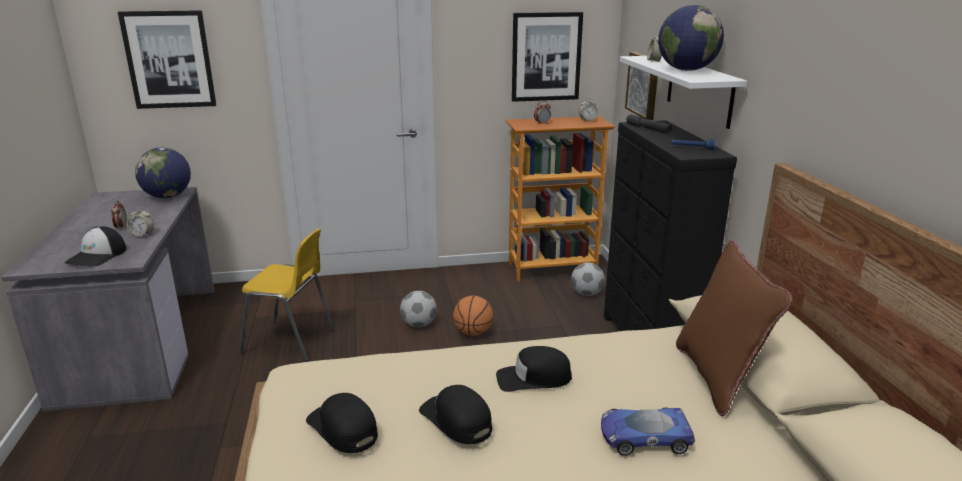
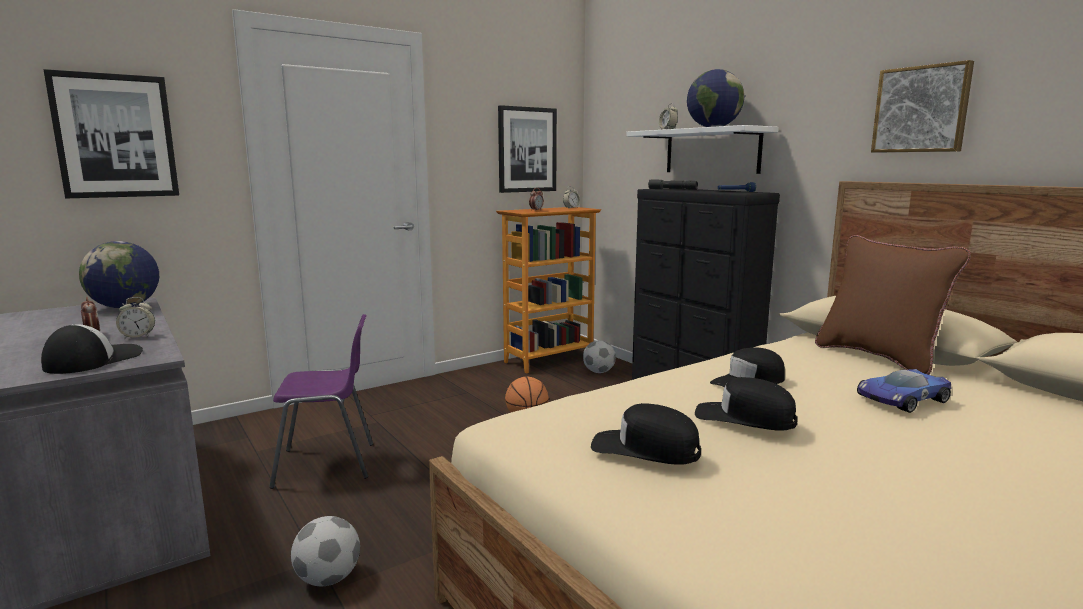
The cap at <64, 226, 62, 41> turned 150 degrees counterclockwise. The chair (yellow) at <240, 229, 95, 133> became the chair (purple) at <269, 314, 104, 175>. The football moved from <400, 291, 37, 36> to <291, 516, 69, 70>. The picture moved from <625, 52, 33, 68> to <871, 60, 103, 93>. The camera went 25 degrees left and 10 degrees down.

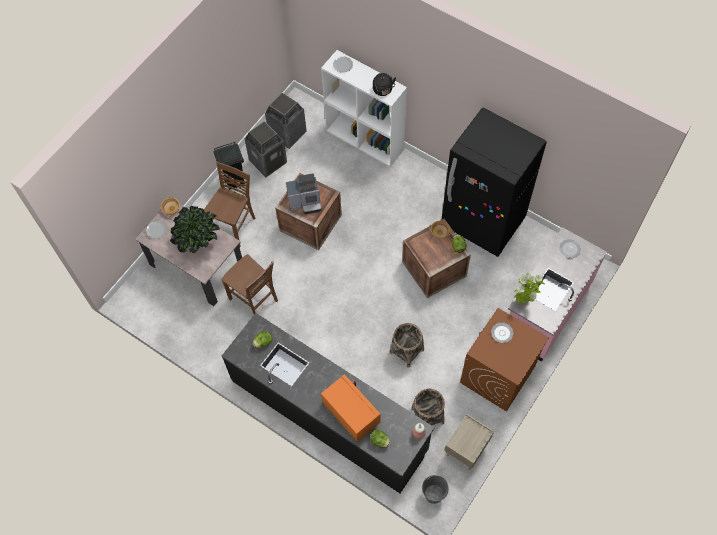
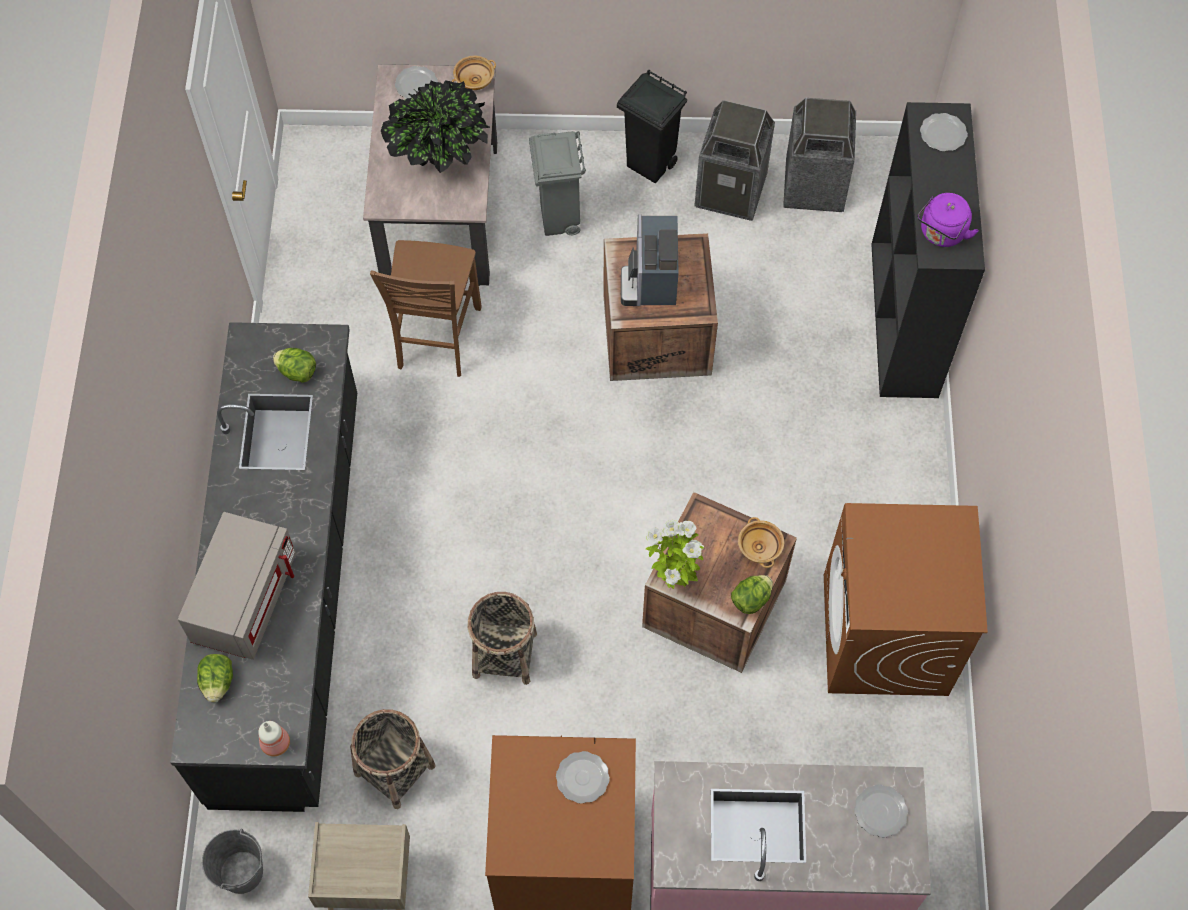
The microwave (orange) at <321, 374, 59, 68> became the microwave (grey) at <178, 512, 118, 148>. The chair (brown) at <204, 161, 52, 87> was replaced by the trash can (grey) at <529, 131, 57, 105>. The coffee machine at <286, 173, 36, 41> turned 45 degrees clockwise. The potted plant moved from <514, 272, 31, 32> to <646, 520, 58, 69>. The fridge (black) at <441, 107, 106, 150> was replaced by the washing machine (brown) at <824, 503, 164, 193>. The bookcase (white) at <321, 50, 86, 117> became the bookcase (black) at <871, 102, 114, 296>. The kettle (black) at <373, 73, 23, 23> became the kettle (purple) at <917, 193, 62, 54>. The camera went 55 degrees right and 0 degrees up.

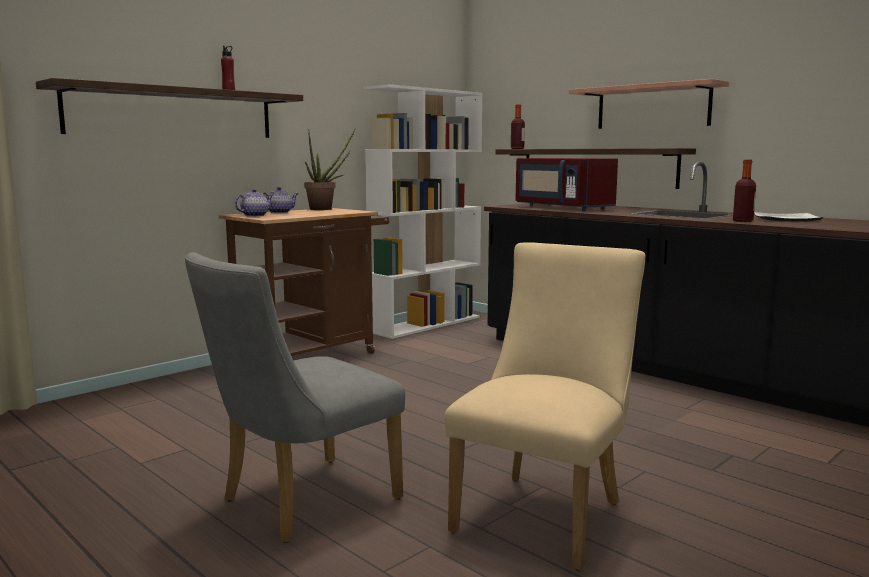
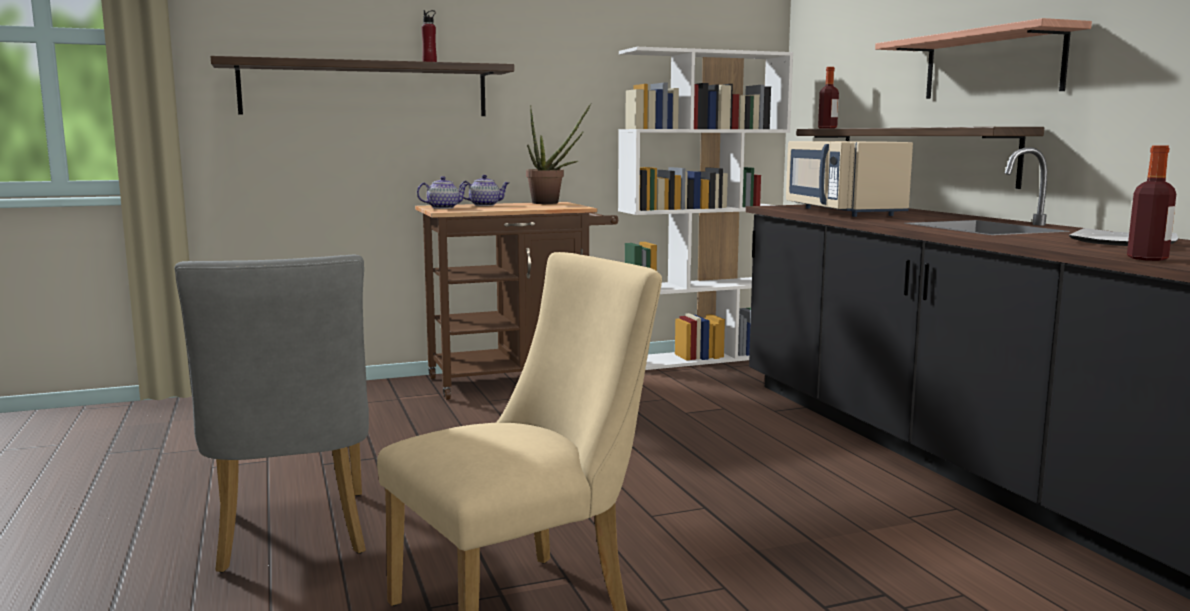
The chair (grey) at <185, 252, 220, 291> turned 90 degrees counterclockwise. The microwave (red) at <516, 158, 102, 53> became the microwave (beige) at <786, 141, 127, 76>. The bottle moved from <733, 159, 23, 63> to <1127, 145, 49, 116>. The camera went 25 degrees right and 0 degrees up.

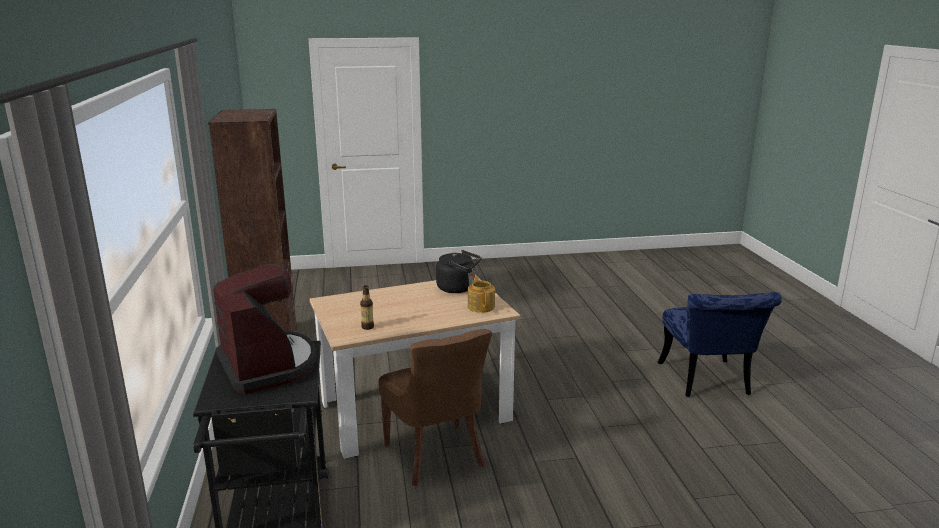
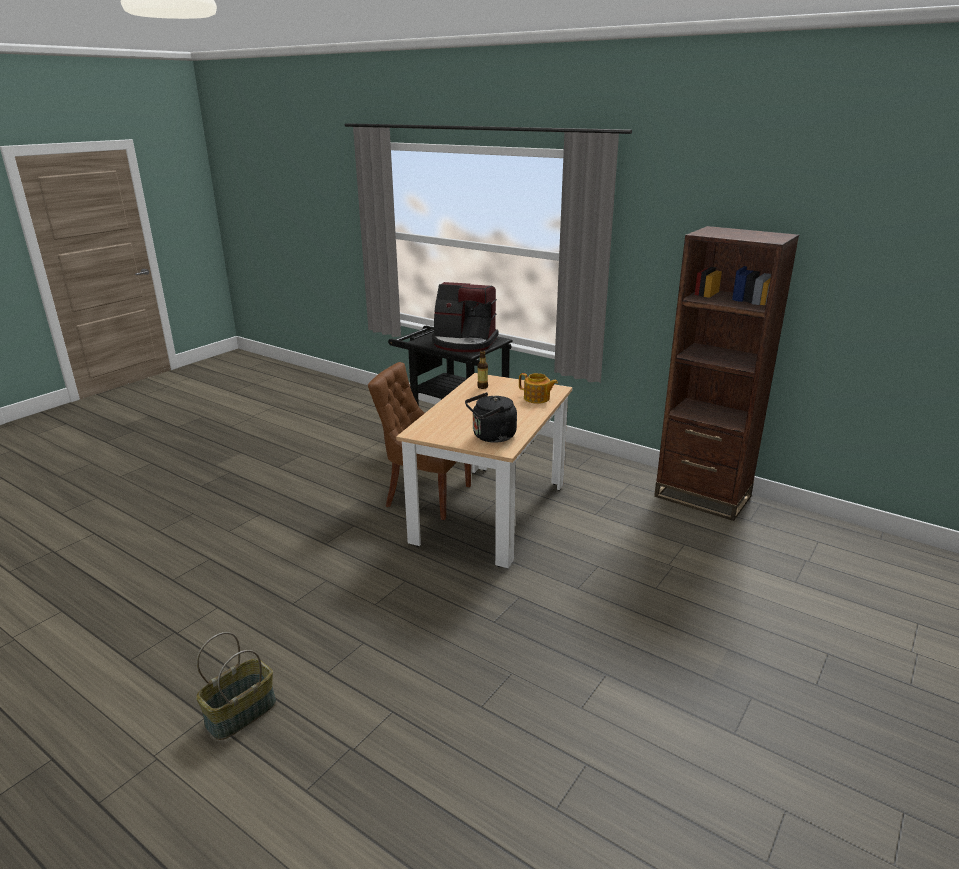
The chair (blue) at <657, 292, 125, 105> was replaced by the basket at <196, 632, 80, 108>. The teapot moved from <468, 277, 27, 36> to <519, 373, 39, 31>. The camera went 135 degrees right and 5 degrees up.

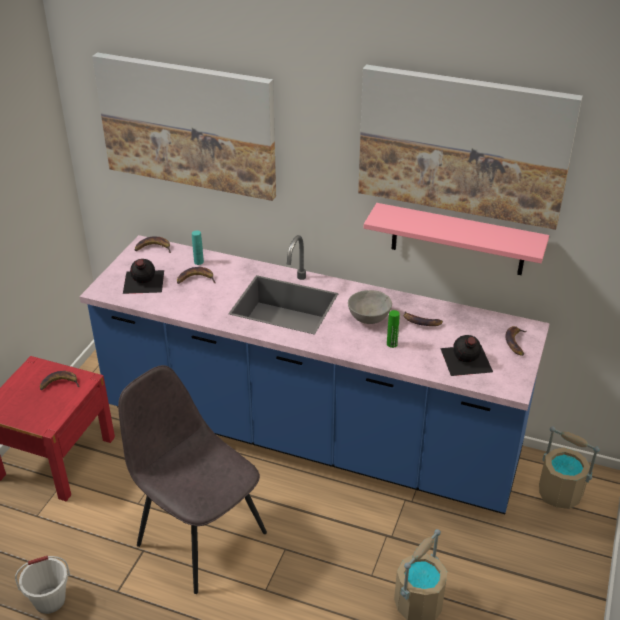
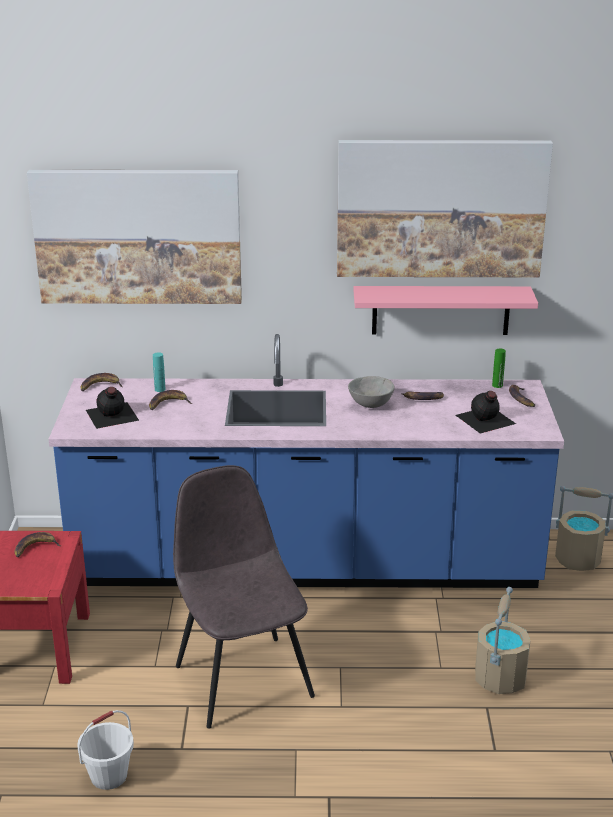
The chair (grey) at <118, 365, 149, 229> turned 45 degrees clockwise. The bottle (green) moved from <387, 310, 13, 38> to <492, 349, 14, 39>. The camera went 20 degrees left and 10 degrees down.

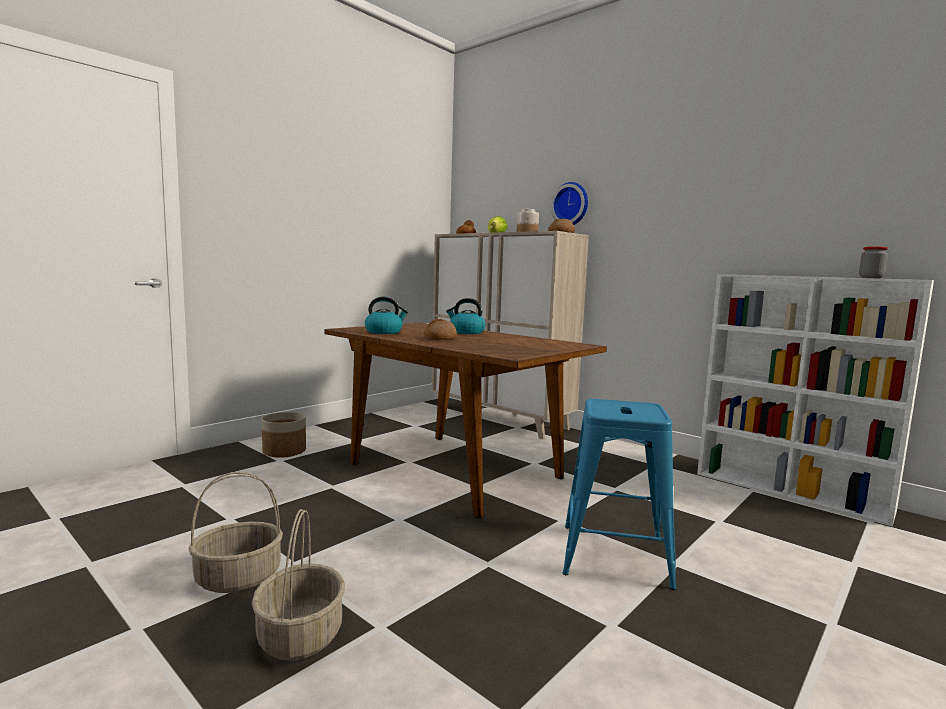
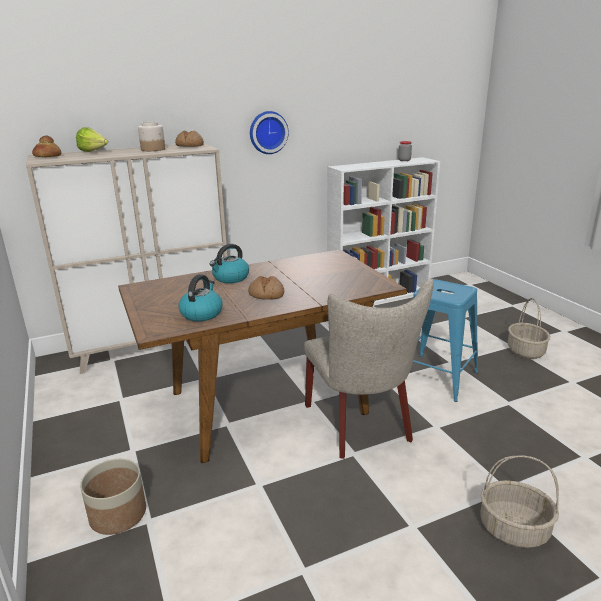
The wall clock moved from <551, 182, 37, 43> to <250, 111, 39, 43>. The chair (beige) at <304, 278, 130, 181> appeared. The basket moved from <188, 472, 95, 121> to <508, 298, 42, 61>. The camera went 65 degrees left and 15 degrees up.

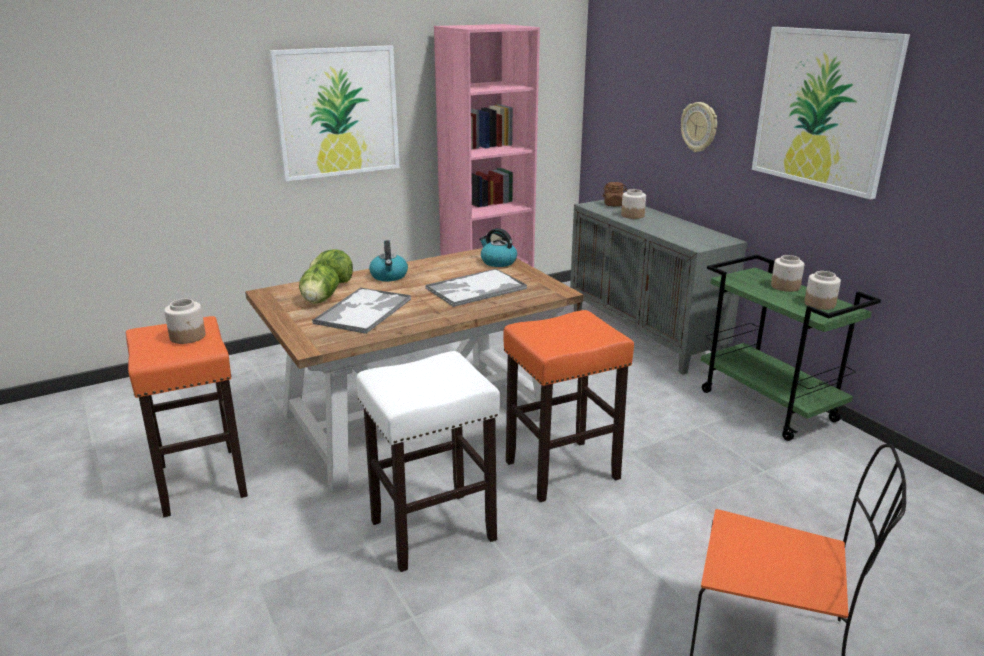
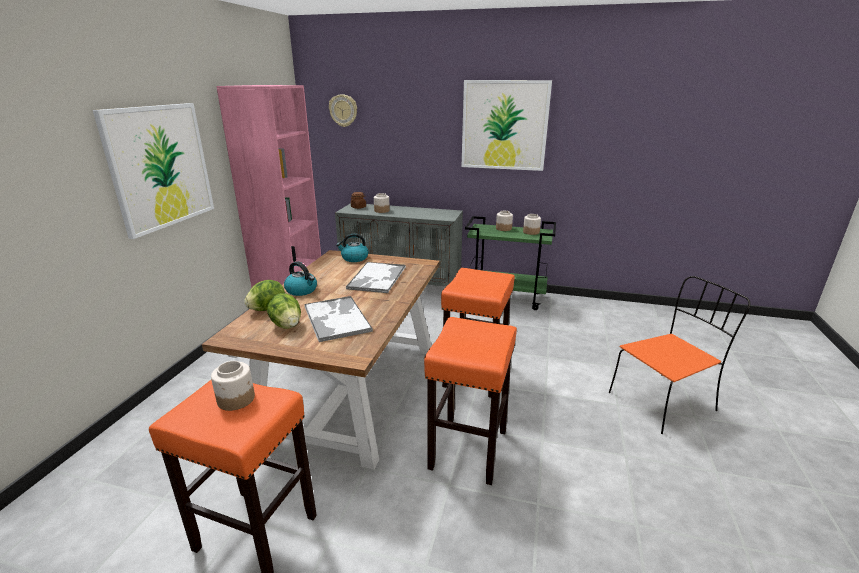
The wall clock moved from <681, 102, 36, 50> to <329, 94, 28, 33>. The stool (white) at <356, 351, 144, 221> became the stool (orange) at <424, 317, 93, 168>. The camera went 45 degrees left and 0 degrees up.

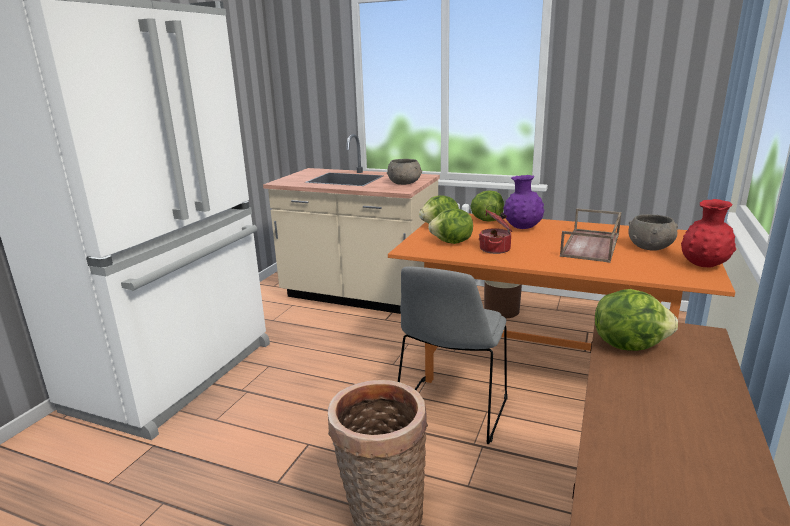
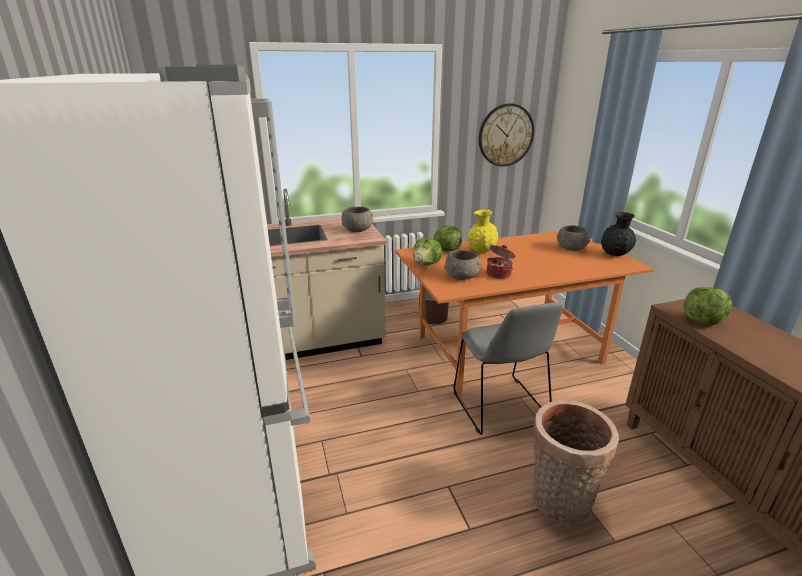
The lettuce at <428, 208, 45, 36> was replaced by the bowl (grey) at <444, 250, 38, 30>. The vase (purple) at <503, 175, 41, 54> became the vase (yellow) at <467, 210, 32, 43>. The wall clock at <479, 103, 55, 64> appeared. The vase (red) at <681, 199, 55, 68> became the vase (black) at <601, 212, 35, 44>. The tray (brown) at <560, 208, 62, 55> disappeared. The camera went 40 degrees left and 5 degrees up.

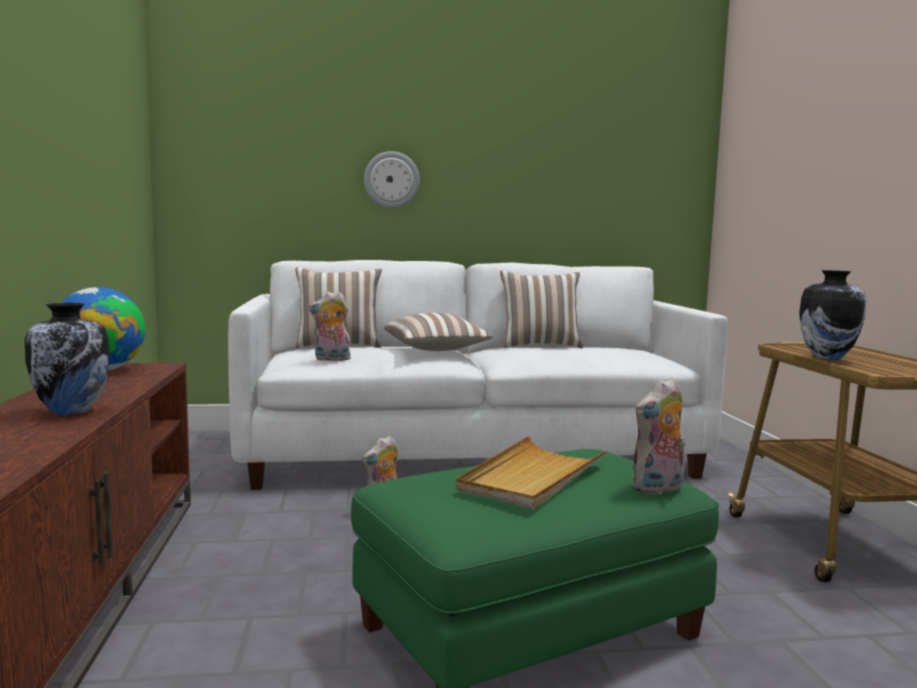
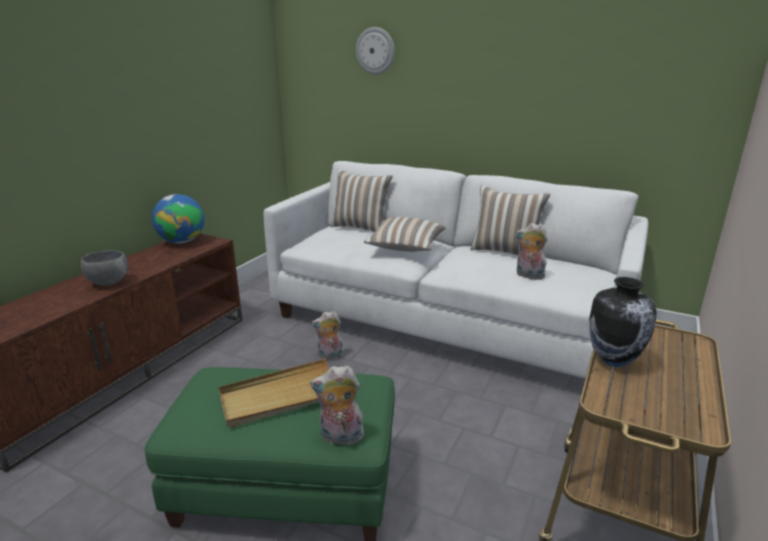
The vase at <25, 303, 85, 113> was replaced by the bowl (grey) at <81, 250, 47, 36>. The wall clock moved from <364, 151, 56, 57> to <356, 27, 39, 47>. The plush toy moved from <309, 291, 43, 70> to <516, 223, 32, 57>. The camera went 35 degrees right and 15 degrees up.

